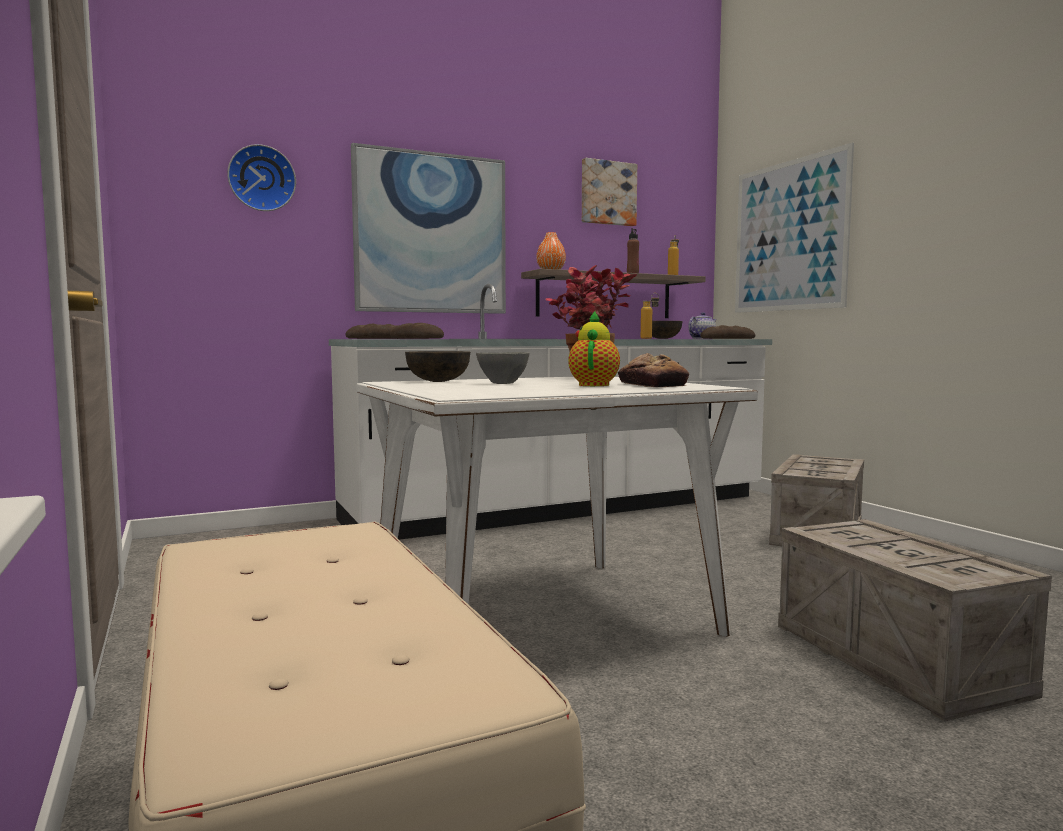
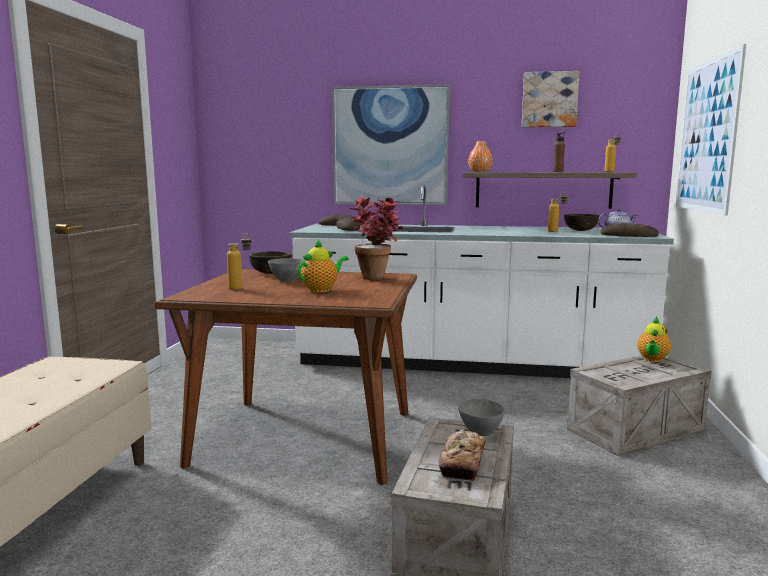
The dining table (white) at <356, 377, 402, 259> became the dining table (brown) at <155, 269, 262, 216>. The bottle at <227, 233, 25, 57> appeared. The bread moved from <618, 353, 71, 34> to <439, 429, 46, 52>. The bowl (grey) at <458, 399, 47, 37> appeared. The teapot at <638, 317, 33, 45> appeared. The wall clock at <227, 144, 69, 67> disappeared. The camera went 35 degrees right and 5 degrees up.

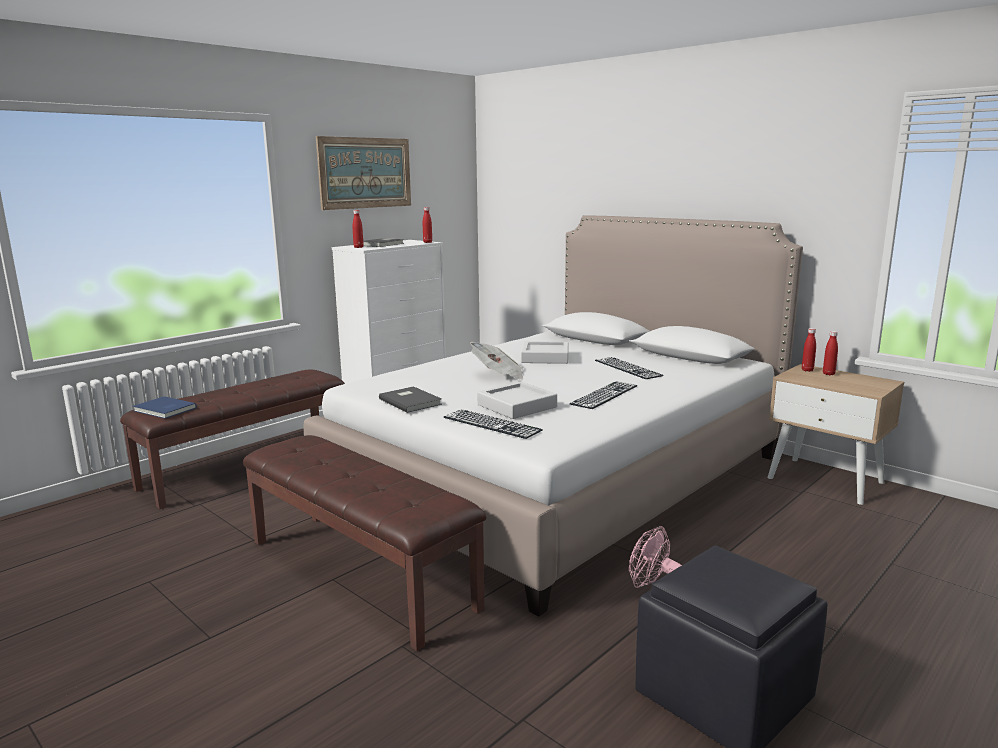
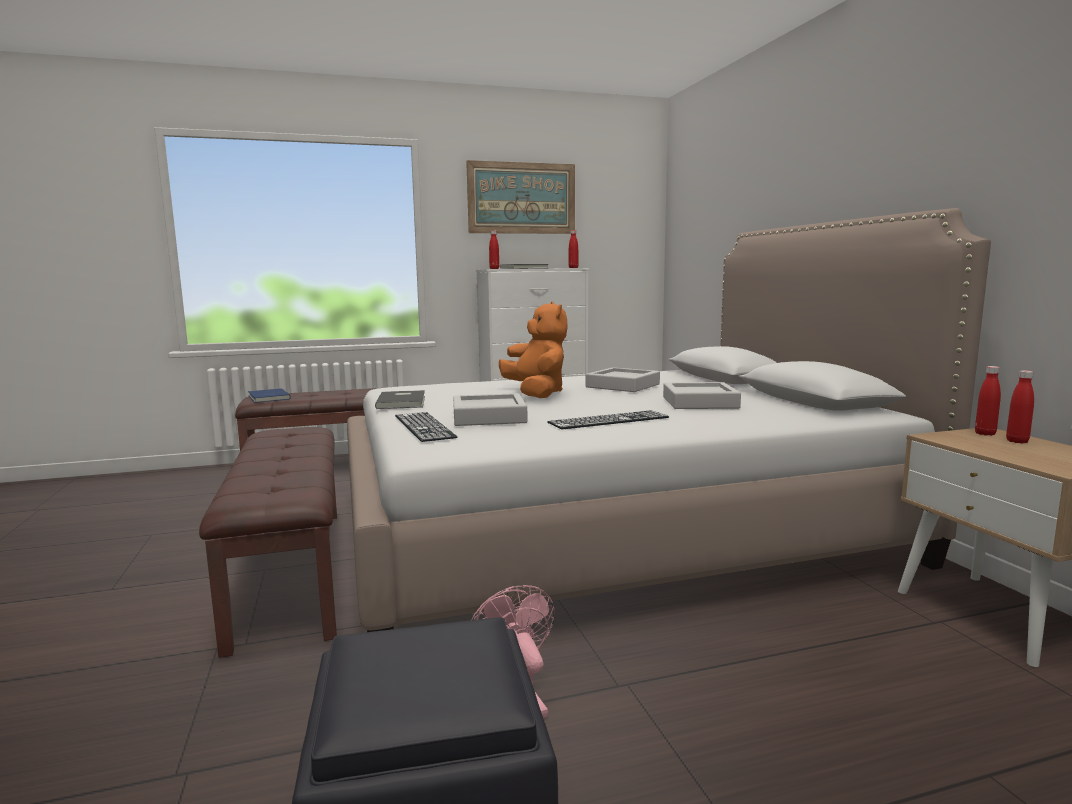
The newspaper at <470, 342, 53, 38> was replaced by the plush toy (orange) at <499, 301, 69, 97>. The keyboard at <595, 357, 69, 22> was replaced by the tray (grey) at <663, 382, 78, 27>. The camera went 30 degrees right and 5 degrees down.

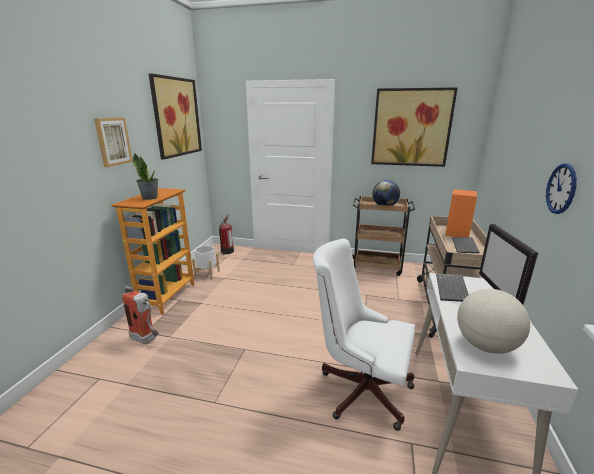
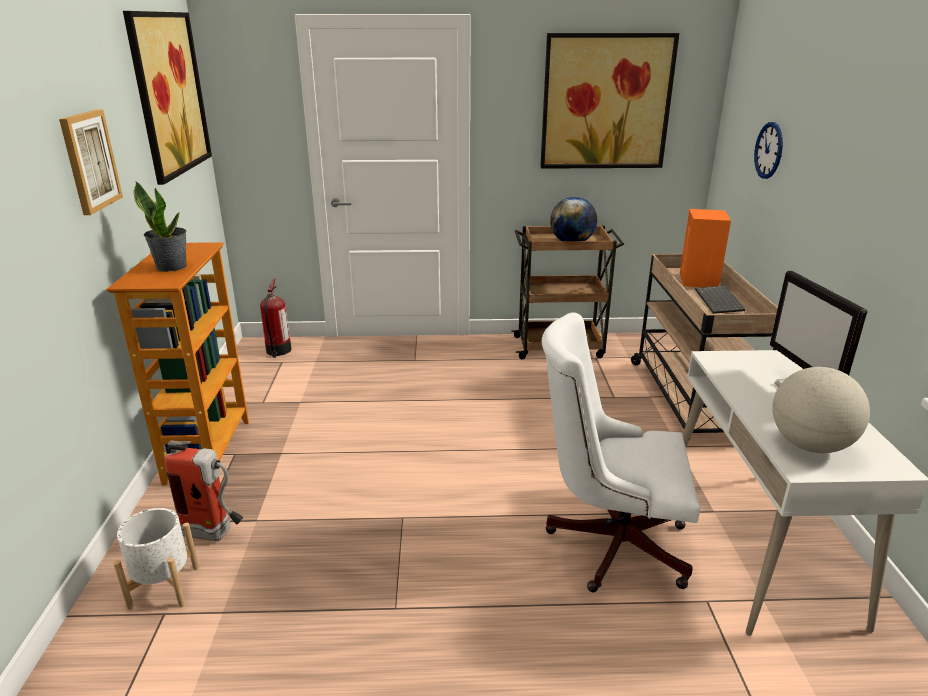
The planter (white) moved from <192, 246, 28, 34> to <113, 508, 86, 102>. The wall clock moved from <546, 164, 31, 50> to <754, 122, 29, 57>. The keyboard at <436, 273, 33, 29> disappeared. The camera went 15 degrees left and 5 degrees up.

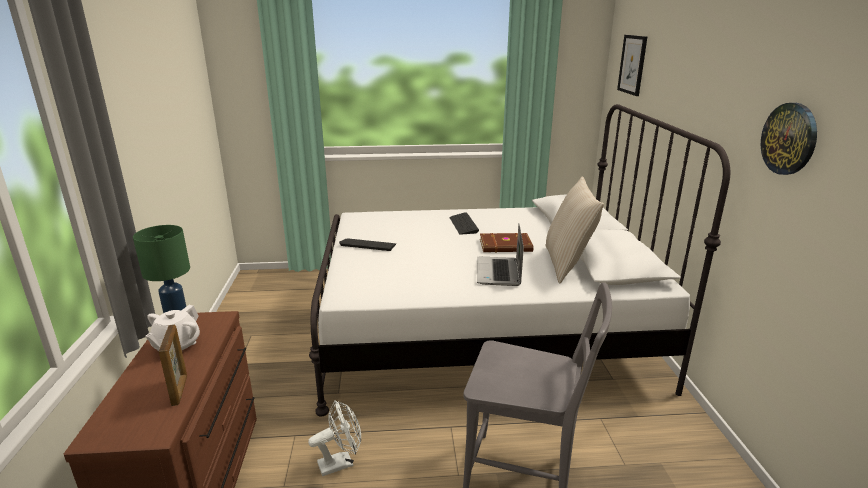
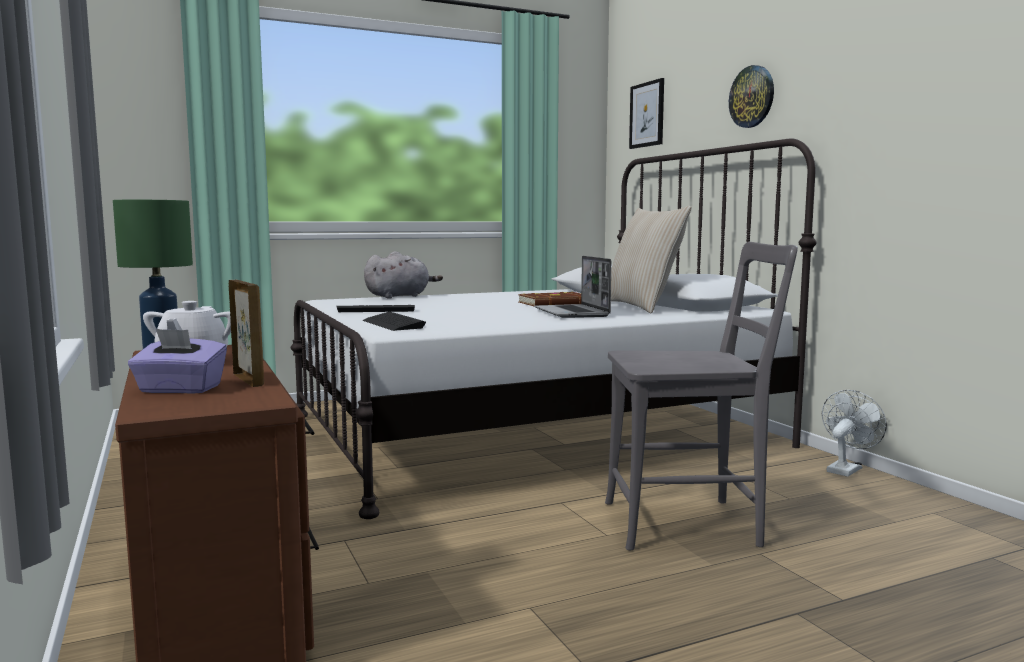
The tissue box (purple) at <128, 328, 99, 66> appeared. The keyboard moved from <449, 212, 30, 23> to <363, 312, 63, 19>. The plush toy (grey) at <364, 251, 79, 48> appeared. The wall clock moved from <761, 103, 56, 72> to <729, 65, 45, 63>. The fan (white) moved from <308, 400, 53, 76> to <822, 390, 65, 87>. The camera went 20 degrees left and 15 degrees down.

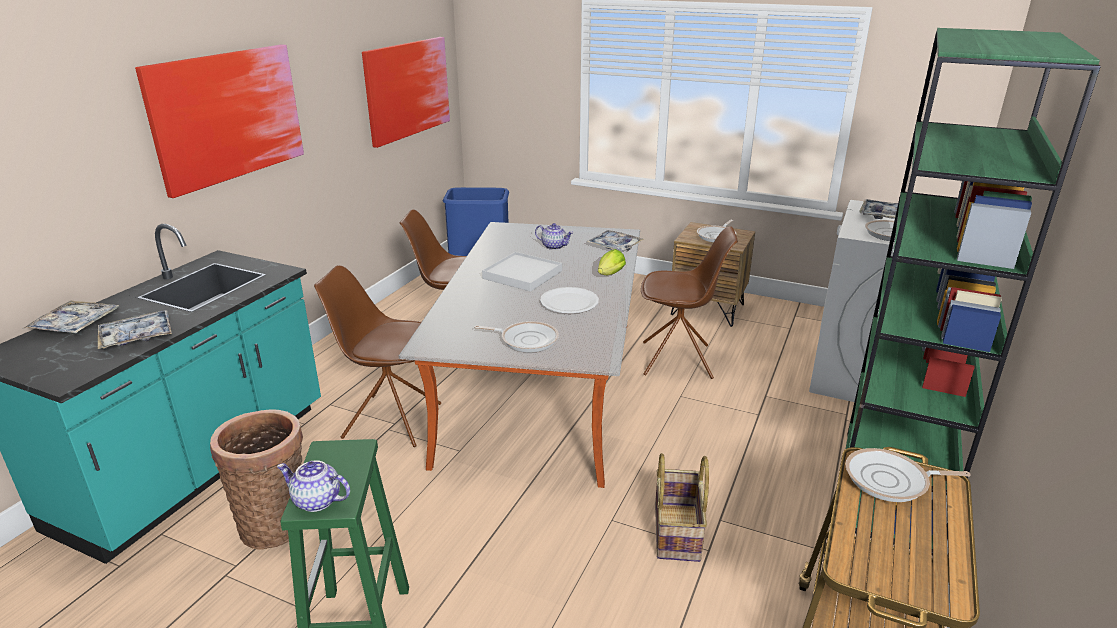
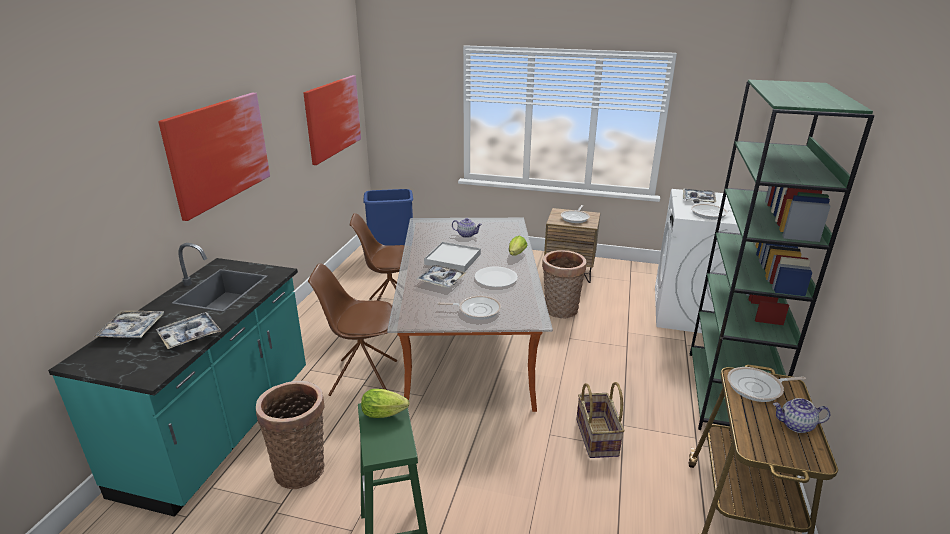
The lettuce at <361, 389, 49, 29> appeared. The tray moved from <586, 230, 58, 22> to <417, 265, 50, 23>. The chair (brown) at <641, 226, 97, 153> was replaced by the basket at <542, 250, 44, 68>. The teapot moved from <277, 460, 73, 52> to <773, 398, 57, 35>. The camera went 10 degrees left and 0 degrees up.

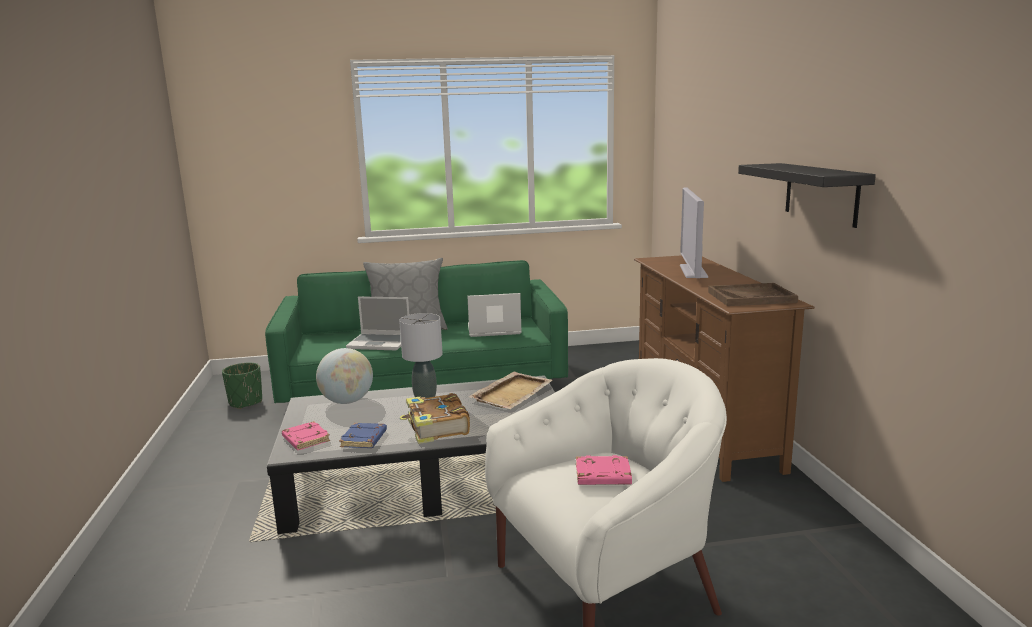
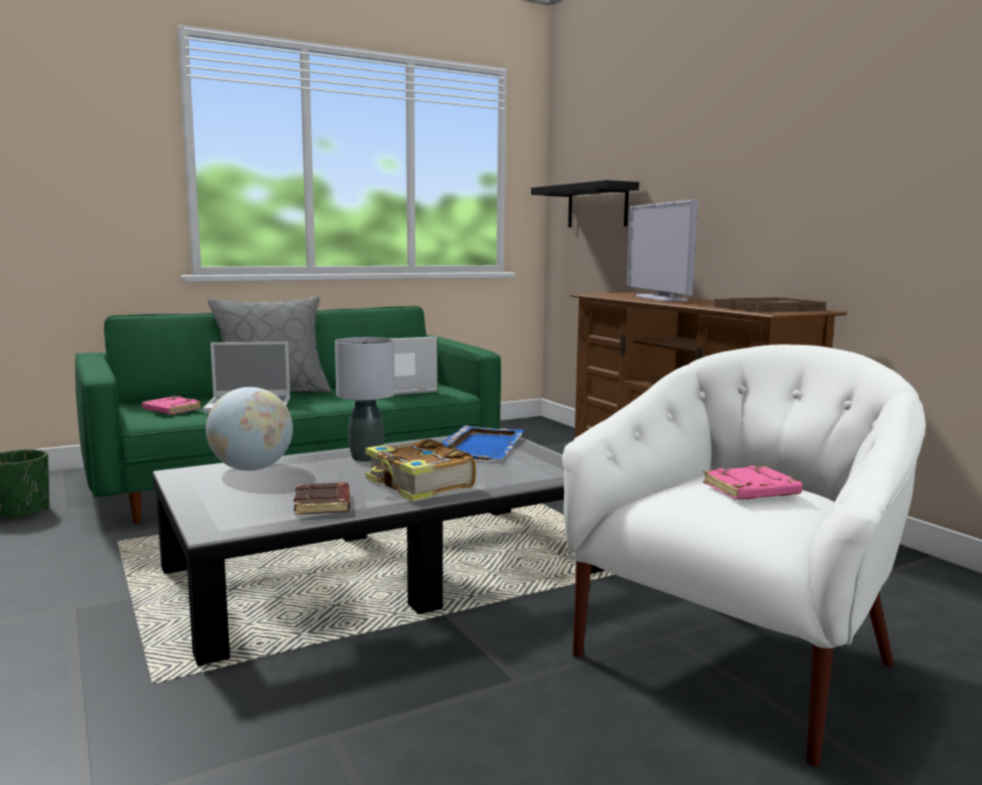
The book (pink) moved from <282, 421, 48, 29> to <142, 396, 60, 18>. The book (blue) at <339, 423, 48, 25> became the book (brown) at <294, 482, 56, 33>. The tray (beige) at <469, 372, 84, 37> became the tray (blue) at <441, 425, 83, 35>. The shelf (black) moved from <738, 163, 138, 65> to <531, 180, 108, 47>. The camera went 20 degrees left and 5 degrees down.

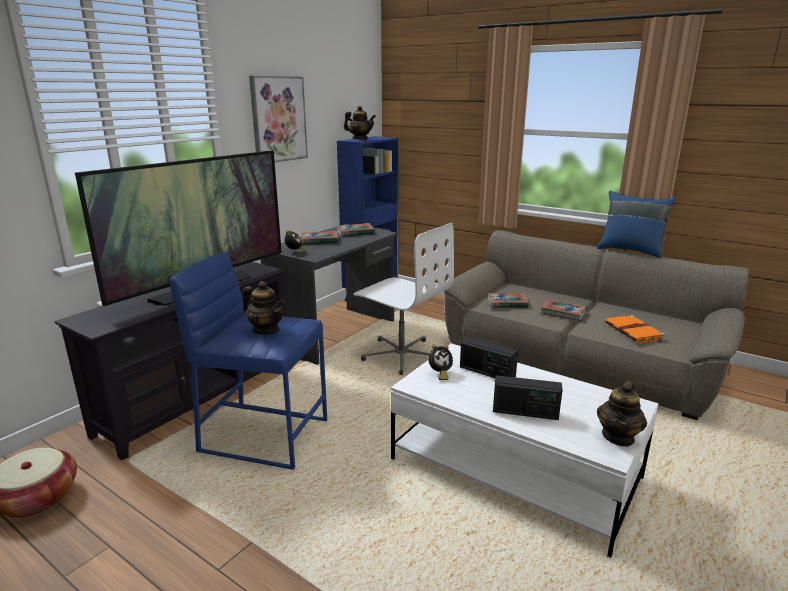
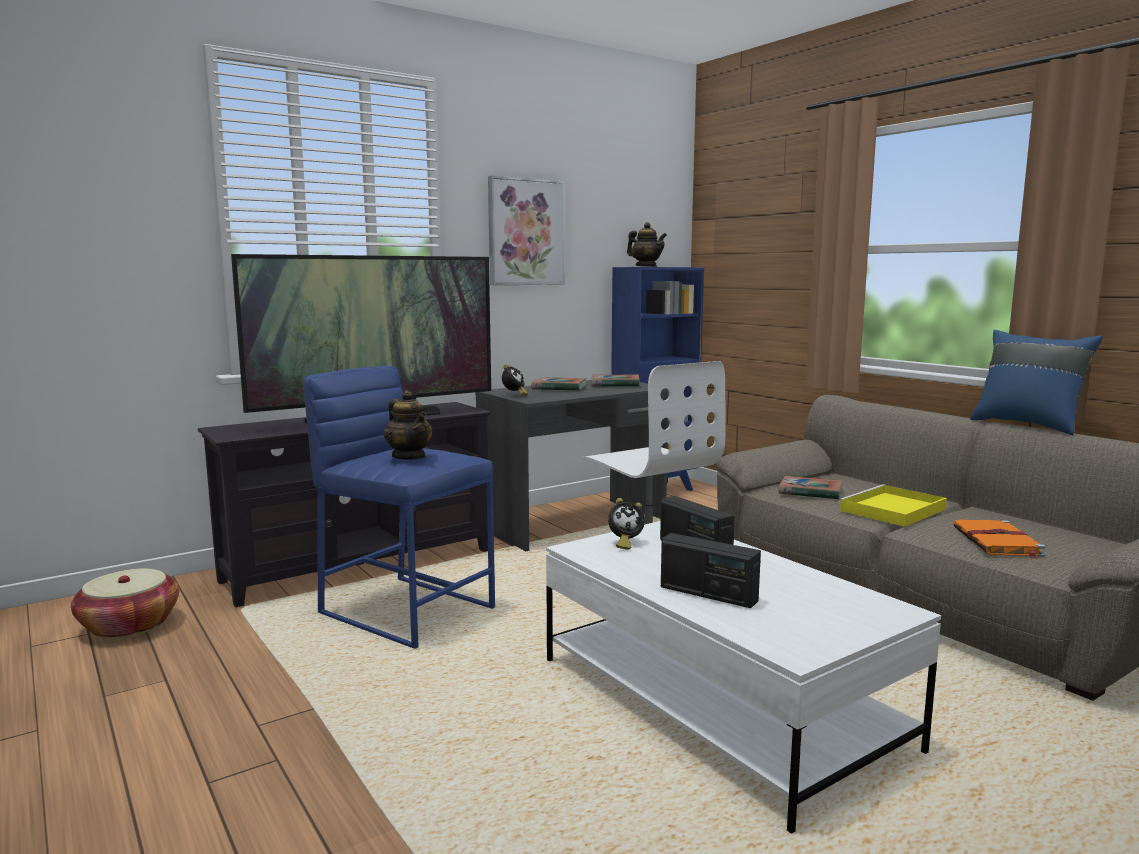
The book at <541, 299, 45, 22> was replaced by the tray (yellow) at <838, 484, 109, 43>. The teapot at <597, 381, 50, 66> disappeared. The camera went 20 degrees right and 10 degrees down.

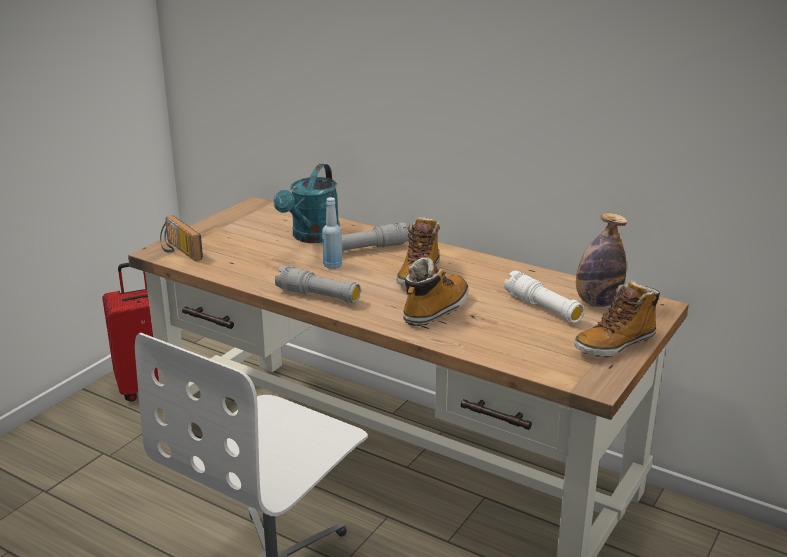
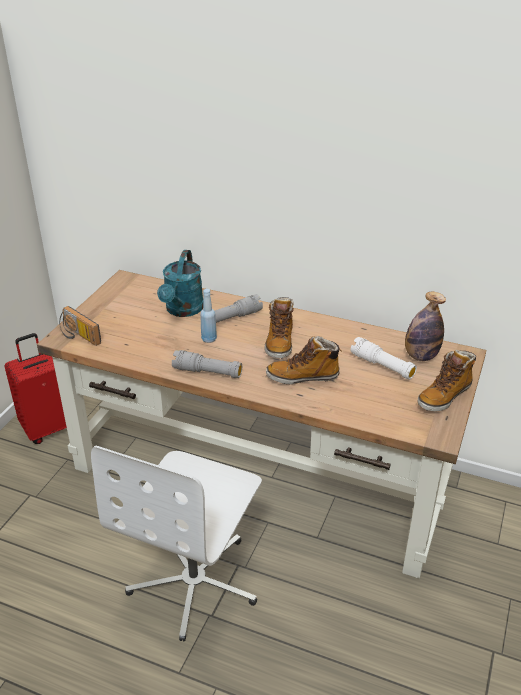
The boot at <403, 257, 66, 69> turned 120 degrees counterclockwise. The camera went 10 degrees left and 10 degrees up.

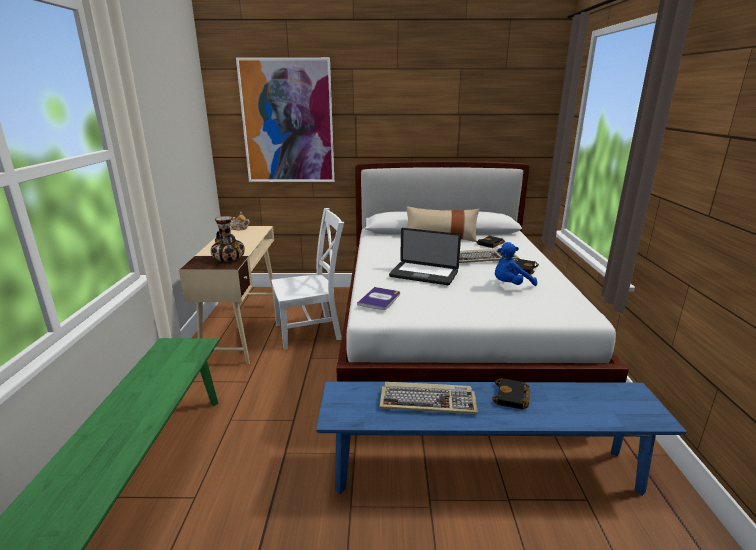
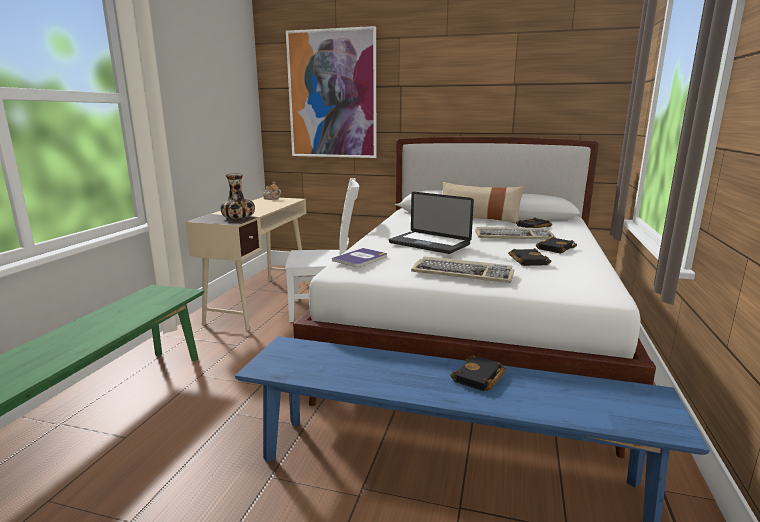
The keyboard moved from <380, 382, 98, 32> to <411, 256, 103, 27>. The plush toy (blue) at <495, 242, 42, 44> was replaced by the book (black) at <508, 248, 44, 18>. The camera went 15 degrees right and 5 degrees down.

